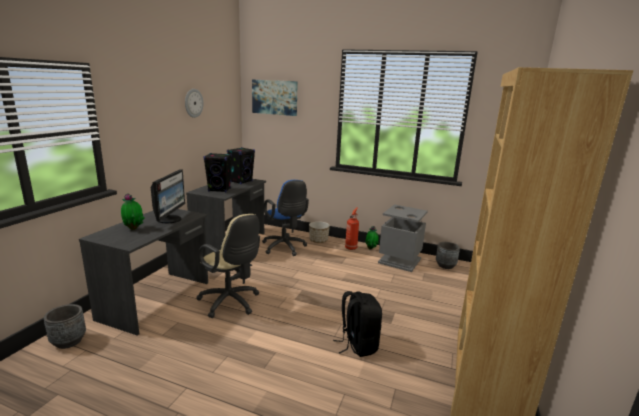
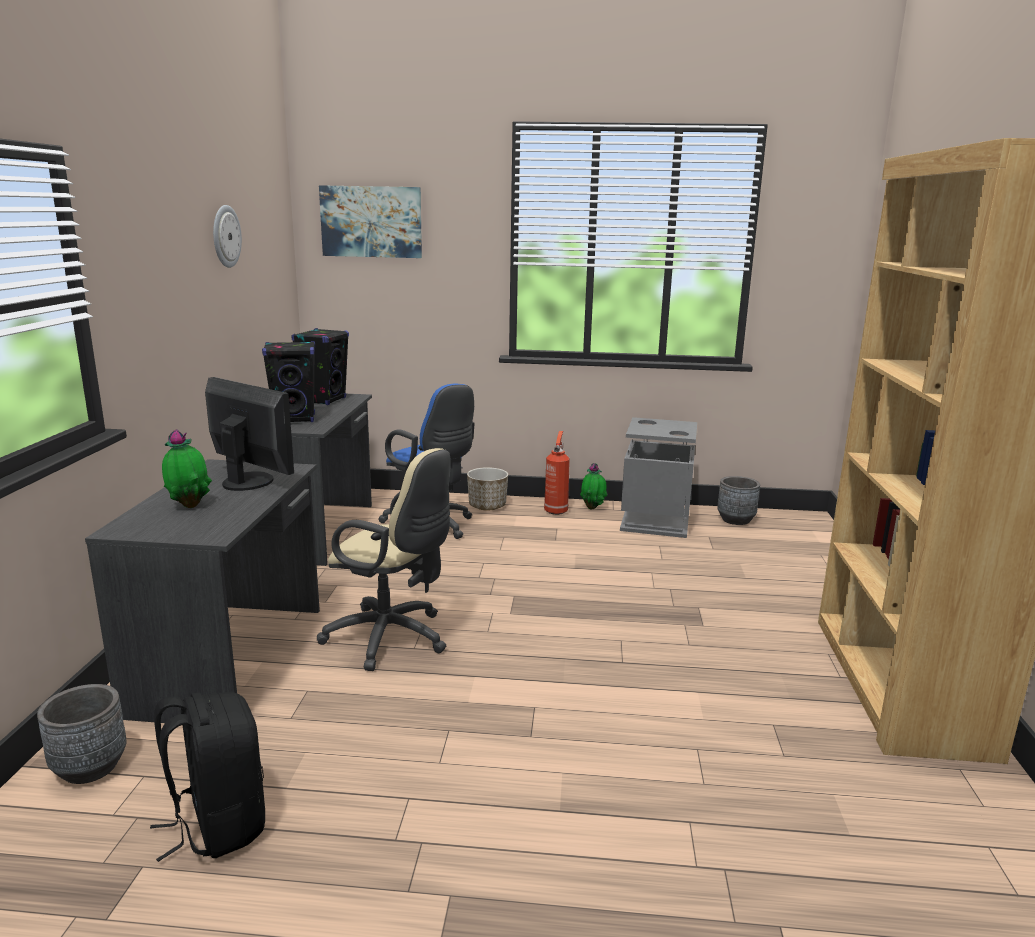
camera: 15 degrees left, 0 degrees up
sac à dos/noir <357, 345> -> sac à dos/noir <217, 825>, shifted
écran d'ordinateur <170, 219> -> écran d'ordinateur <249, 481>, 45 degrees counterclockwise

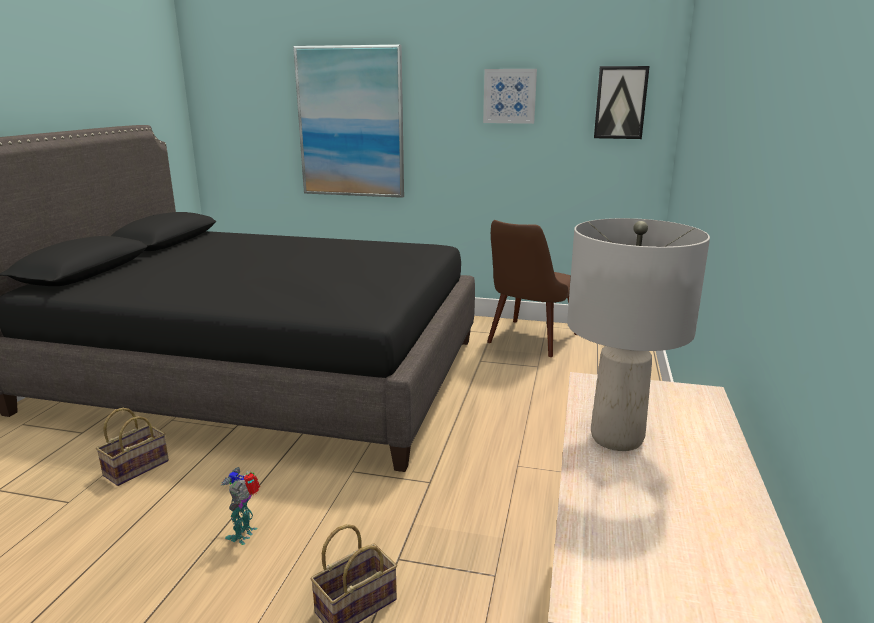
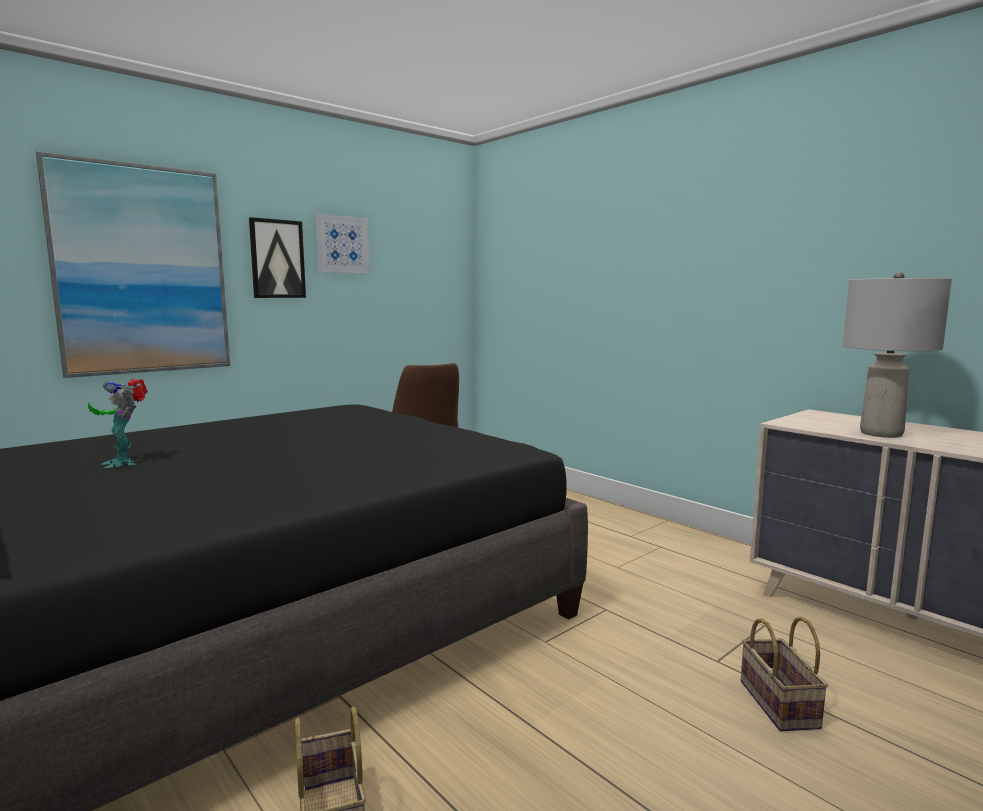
camera: 55 degrees left, 10 degrees down
robot jouet <245, 534> -> robot jouet <123, 462>, shifted
tableau <620, 103> -> tableau <277, 259>, shifted

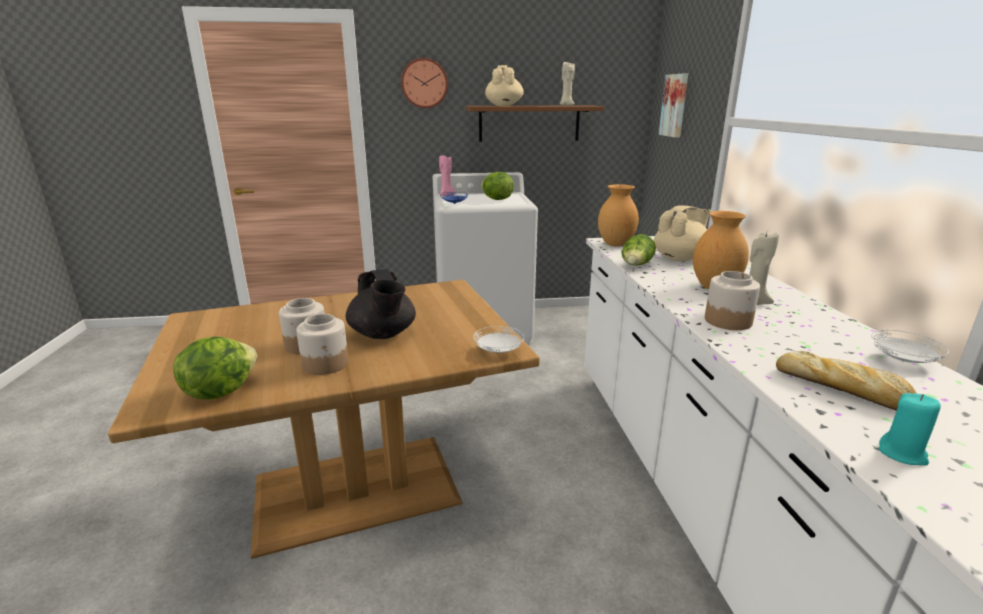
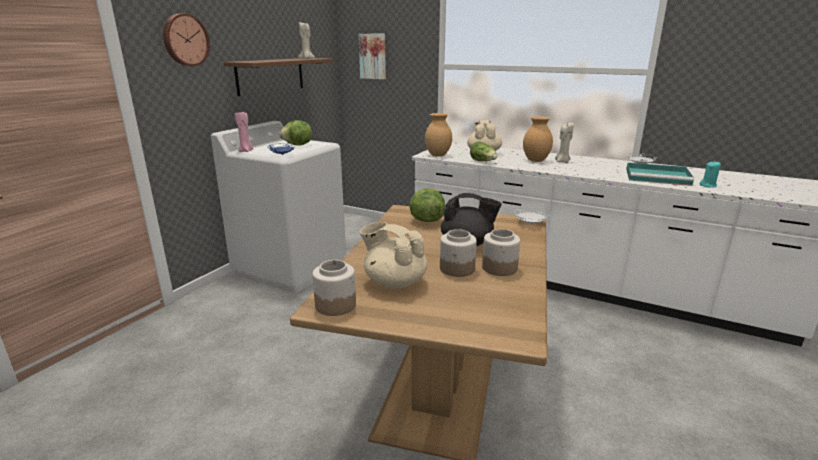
camera: 55 degrees left, 0 degrees up
laitue <219, 391> -> laitue <426, 220>, shifted
théière/beige <504, 105> -> théière/beige <394, 282>, shifted
bocal <728, 321> -> bocal <335, 305>, shifted
pain <843, 389> -> plateau/turquoise <658, 177>

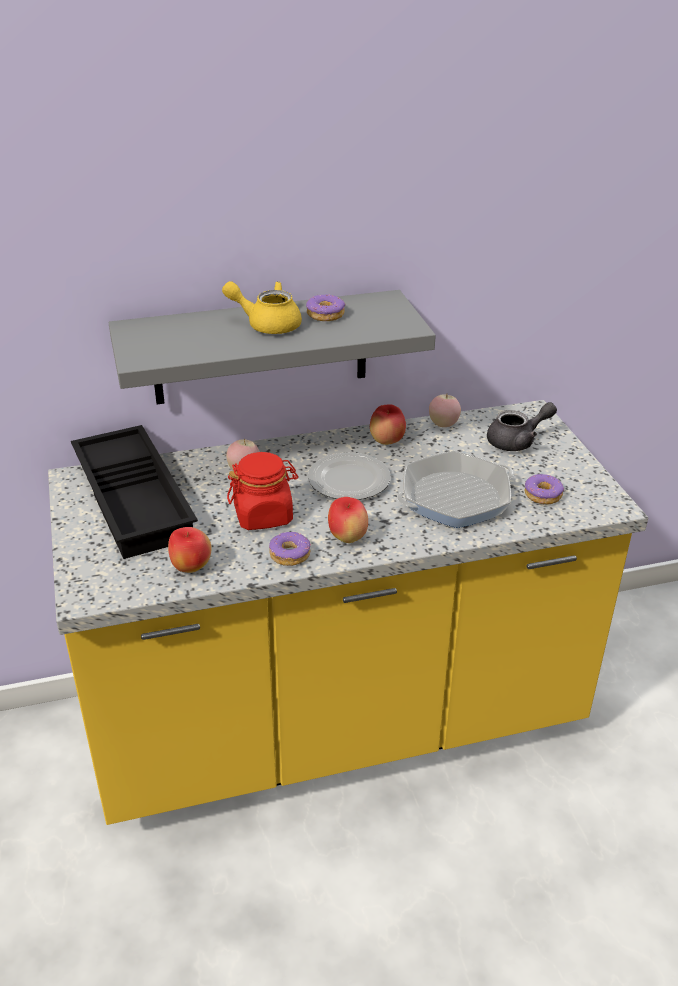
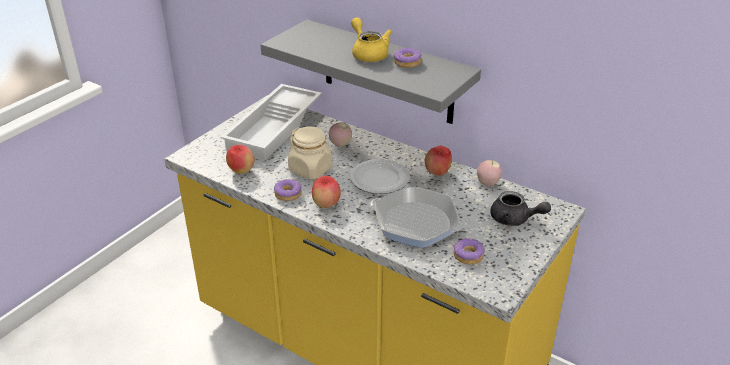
camera: 50 degrees right, 0 degrees up
plateau/noir <137, 499> -> plateau/blanc <275, 128>
bocal/rouge <263, 515> -> bocal/beige <311, 169>

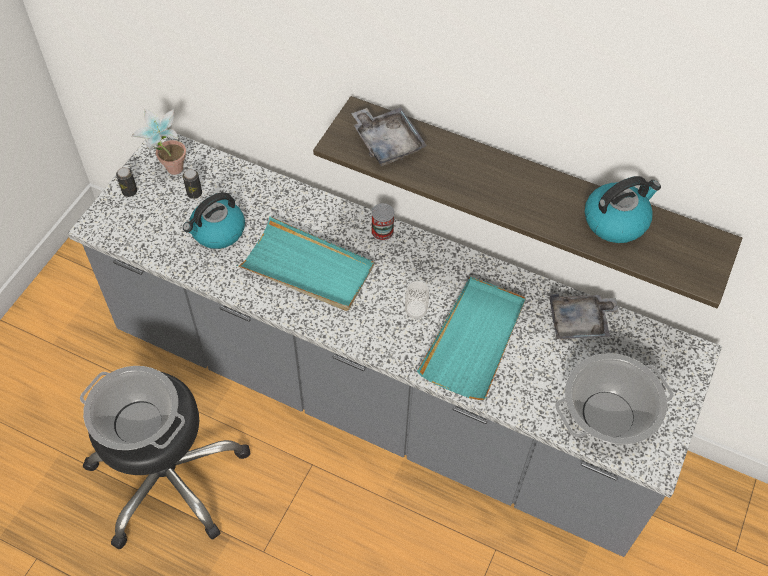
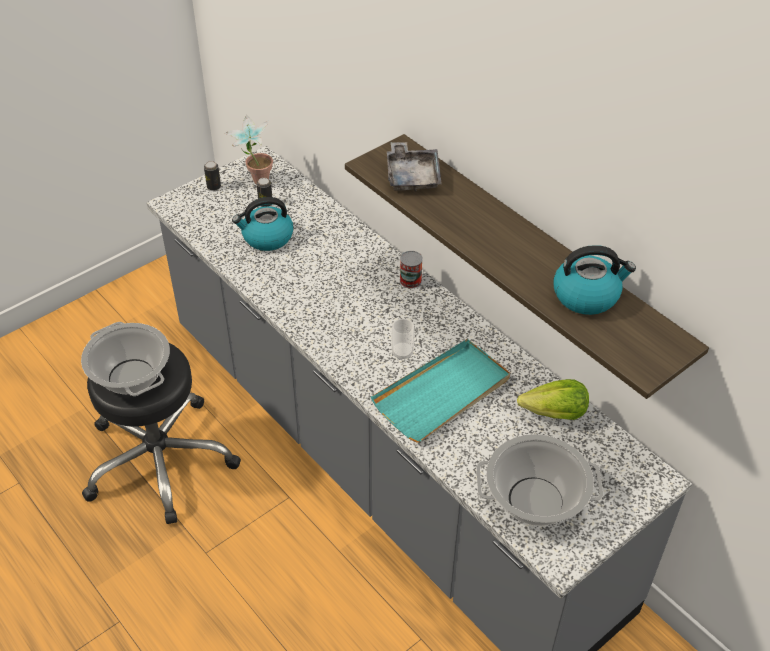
camera: 25 degrees right, 10 degrees down
plateau/turquoise <307, 268> -> none
plateau/gris <580, 322> -> laitue <554, 413>

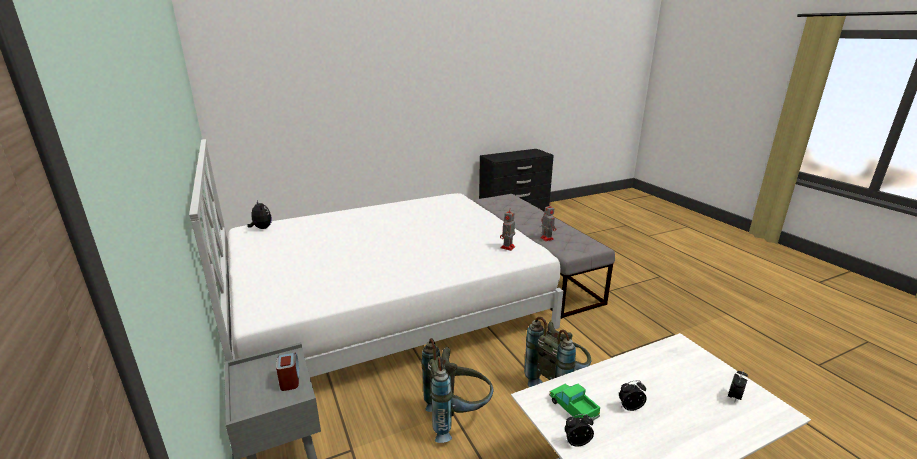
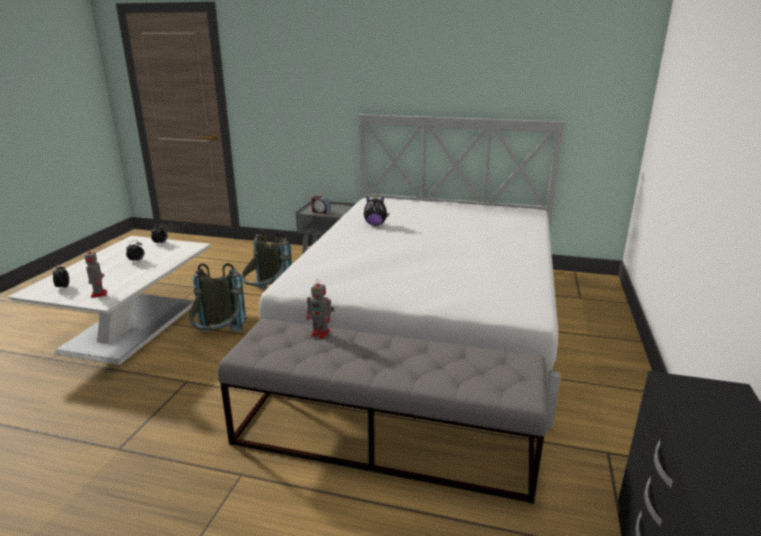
camera: 130 degrees right, 0 degrees up
camion jouet <573, 408> -> none
peluche <261, 228> -> peluche <375, 224>, shifted
robot jouet <507, 247> -> robot jouet <99, 294>, shifted

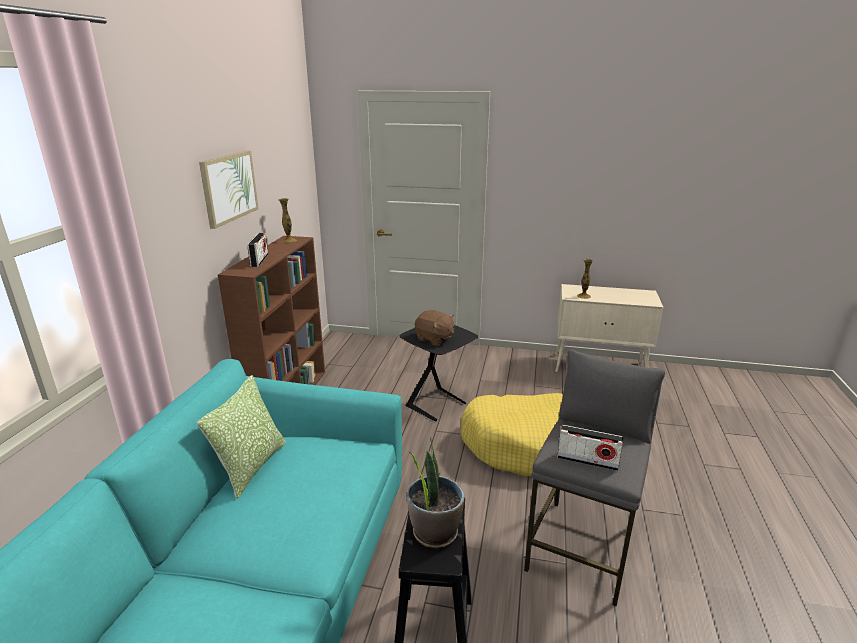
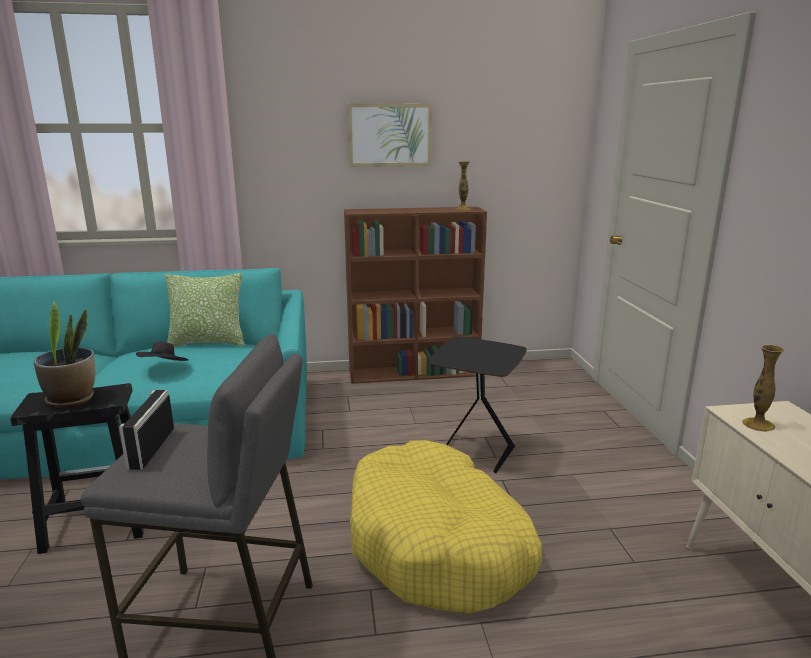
camera: 70 degrees right, 5 degrees down
radio <259, 260> -> none
peluche/marron <434, 339> -> none
none -> chapeau/noir <164, 368>

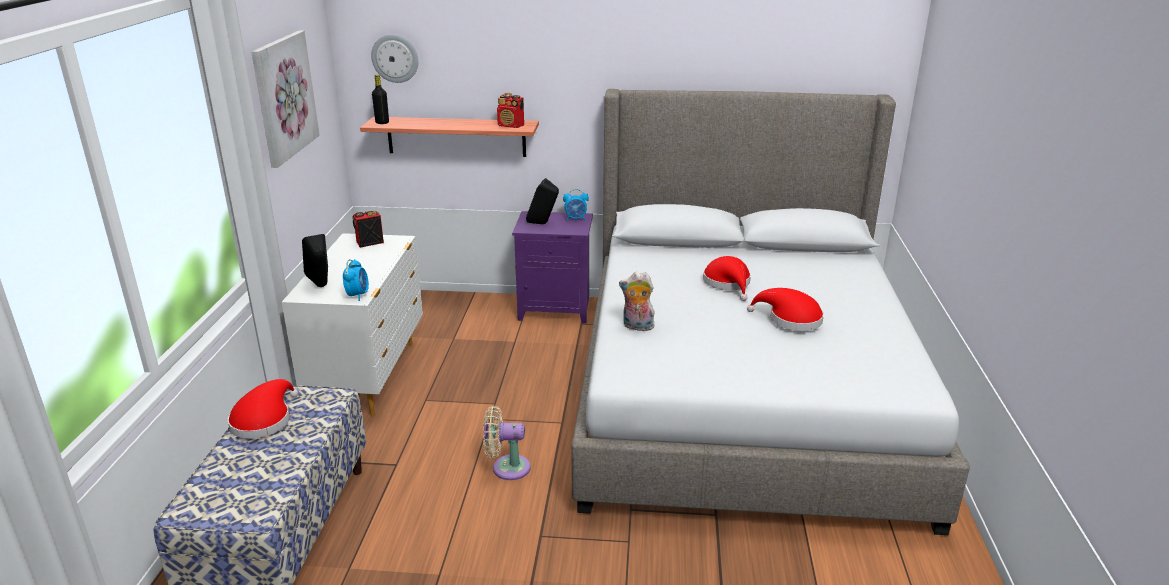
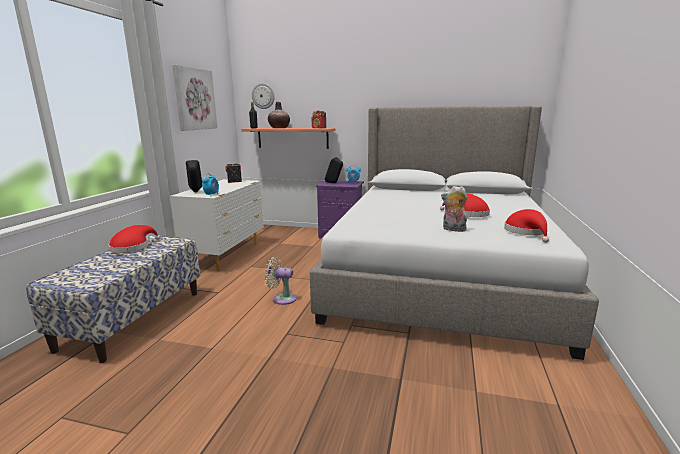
camera: 10 degrees right, 10 degrees down
none -> vase <279, 128>
peluche <637, 327> -> peluche <453, 229>, shifted
chapeau/rouge <728, 283> -> chapeau/rouge <527, 232>, shifted

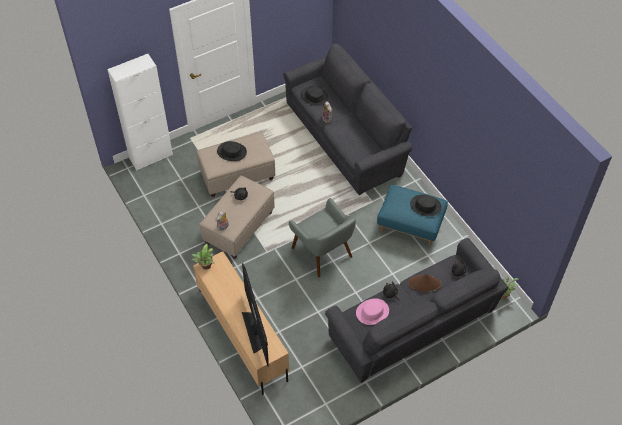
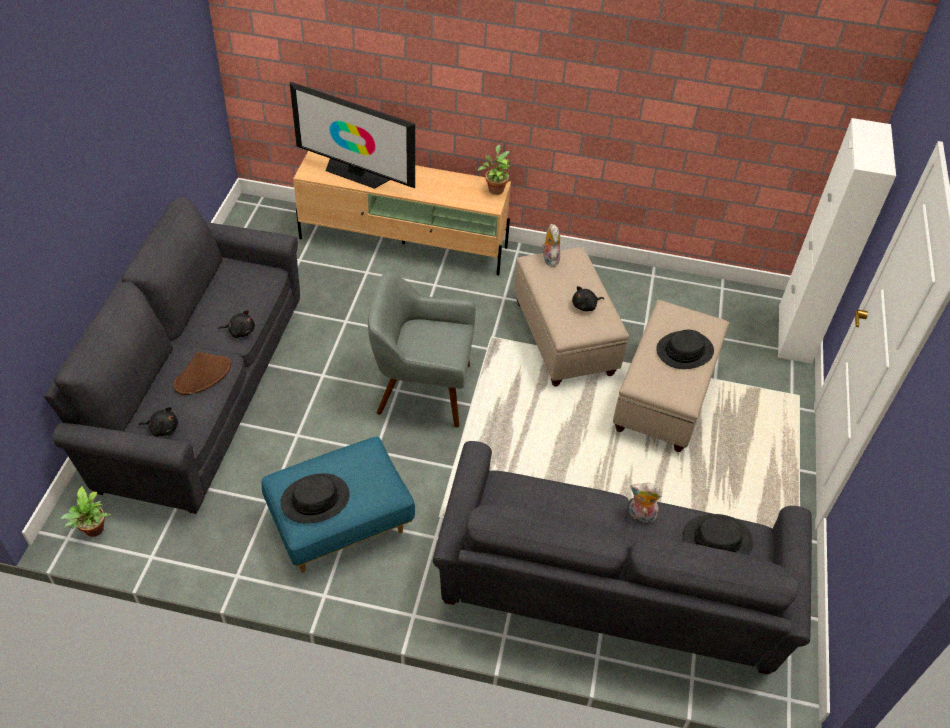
camera: 130 degrees right, 5 degrees down
chapeau/rose <372, 312> -> none

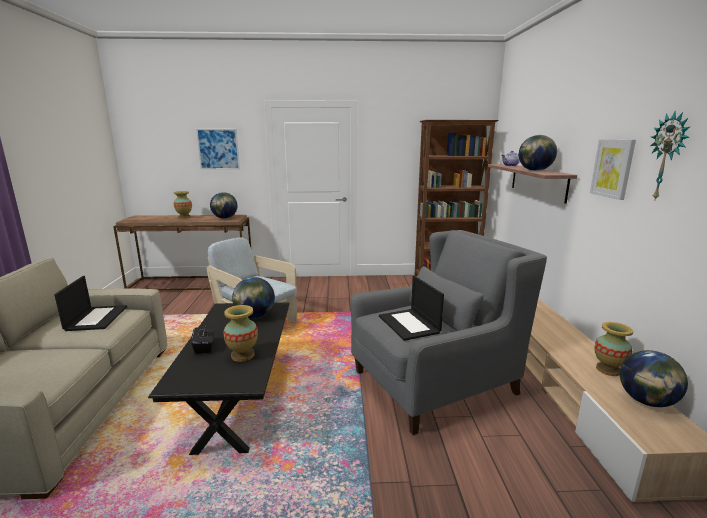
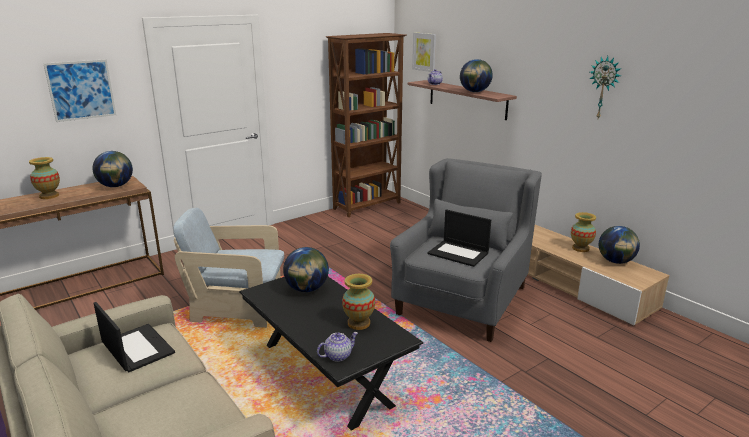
camera: 35 degrees left, 5 degrees up
boîte à mouchoirs/noir <204, 347> -> none
none -> théière <338, 355>
tableau <612, 168> -> tableau <424, 52>, shifted

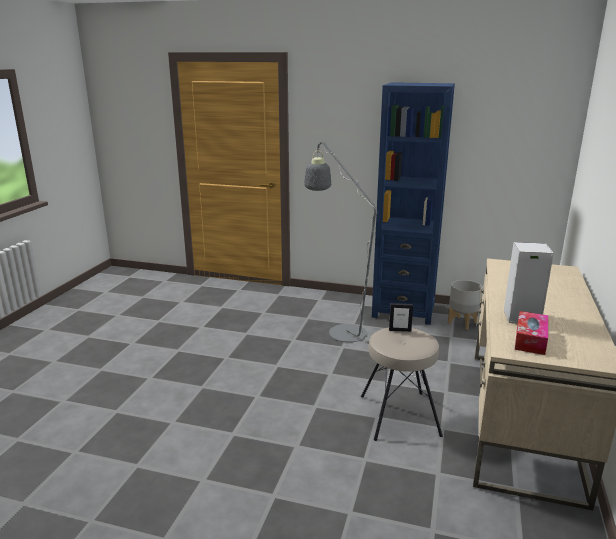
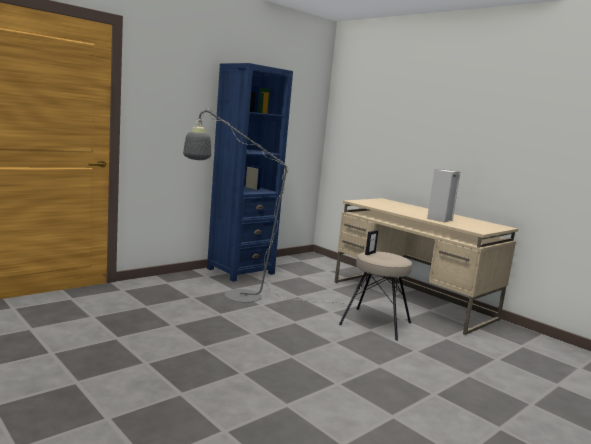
camera: 60 degrees left, 10 degrees down
cache-pot/gris <462, 323> -> none
boîte à mouchoirs <530, 340> -> none

